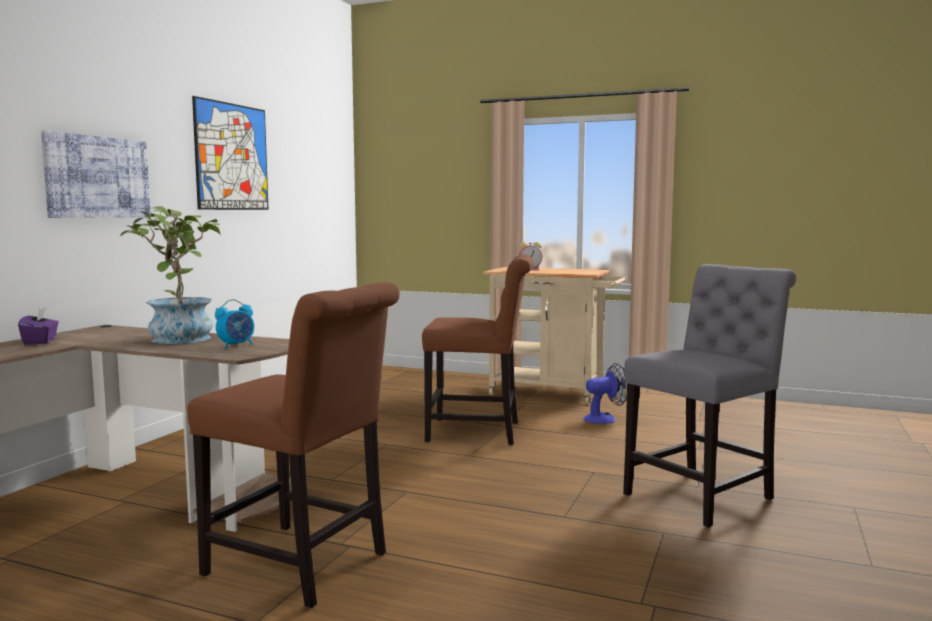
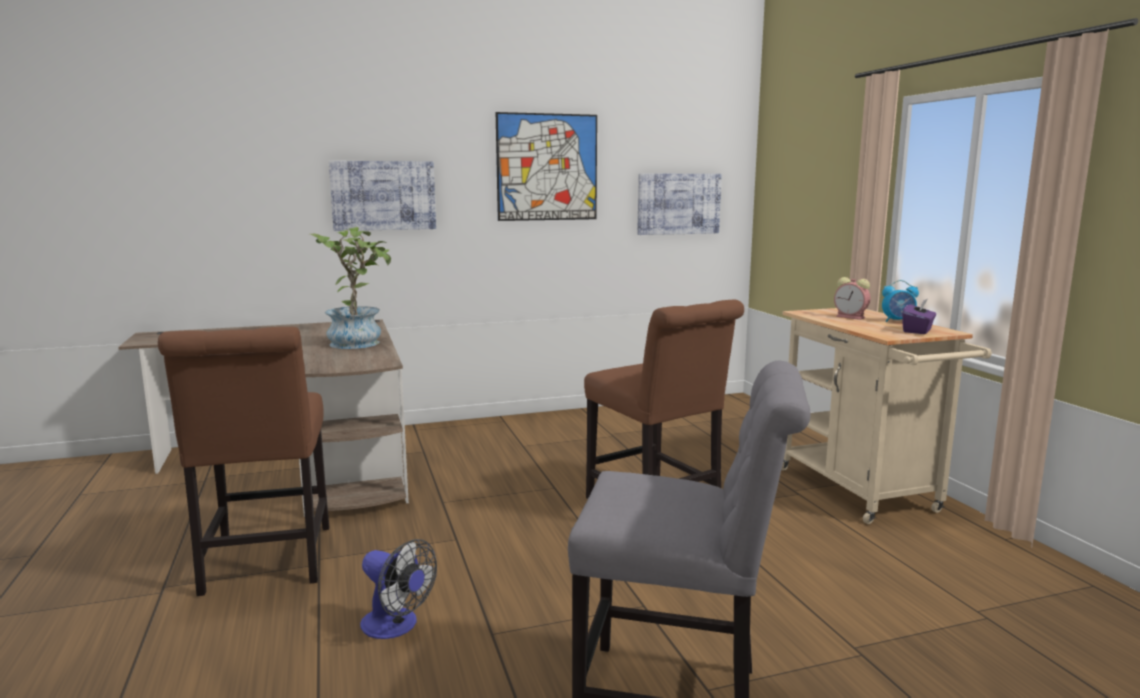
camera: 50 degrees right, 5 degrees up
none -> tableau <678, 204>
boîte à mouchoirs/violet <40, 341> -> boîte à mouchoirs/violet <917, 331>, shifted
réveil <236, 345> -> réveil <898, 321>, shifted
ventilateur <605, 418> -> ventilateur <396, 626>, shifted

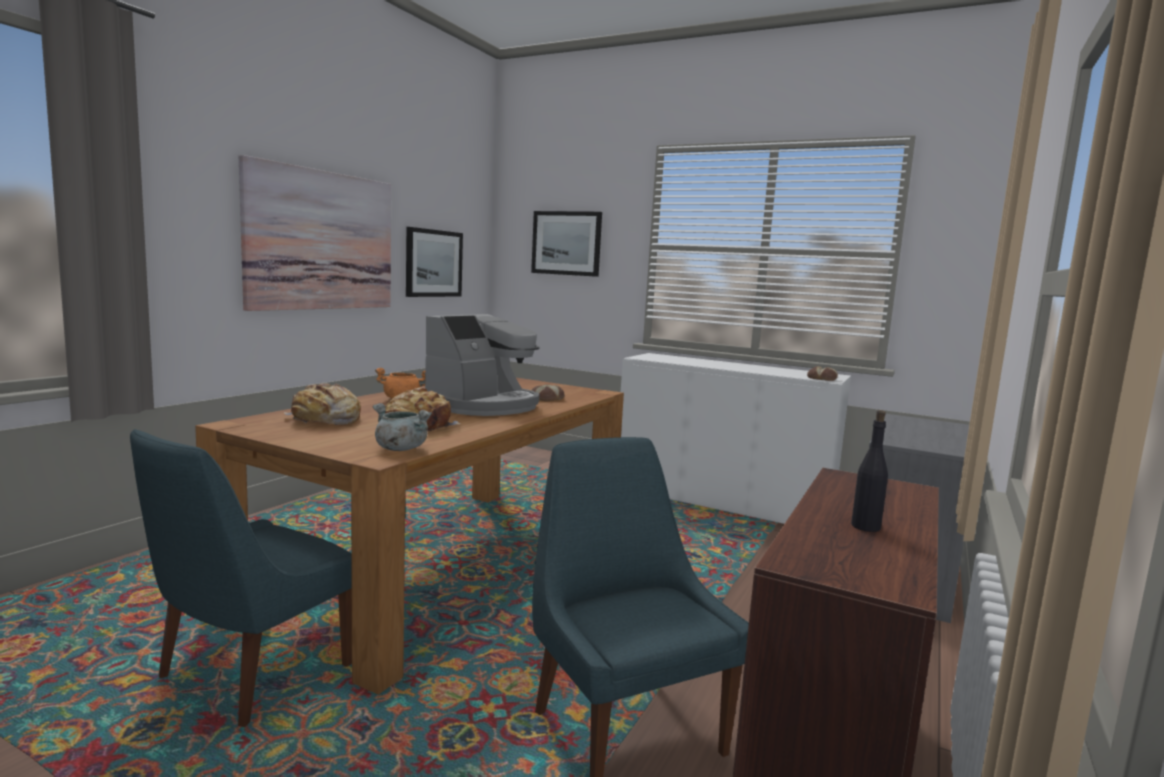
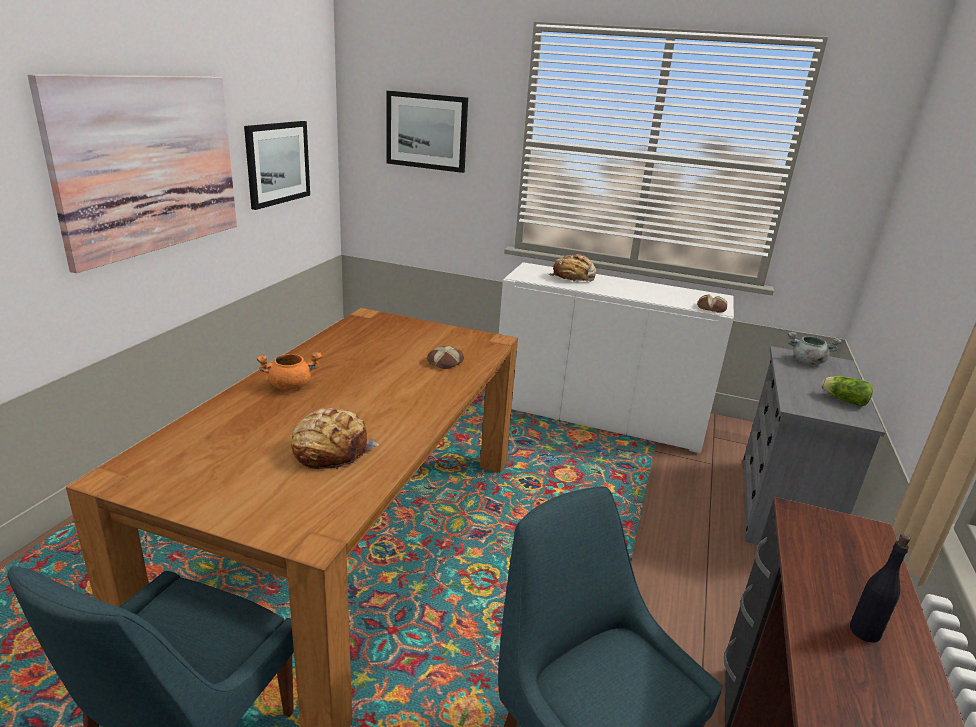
camera: 10 degrees left, 15 degrees up
machine à café <484, 405> -> none
none -> laitue <842, 399>
pain <325, 420> -> pain <573, 278>, shifted
marmite/gris <399, 449> -> marmite/gris <807, 361>, shifted

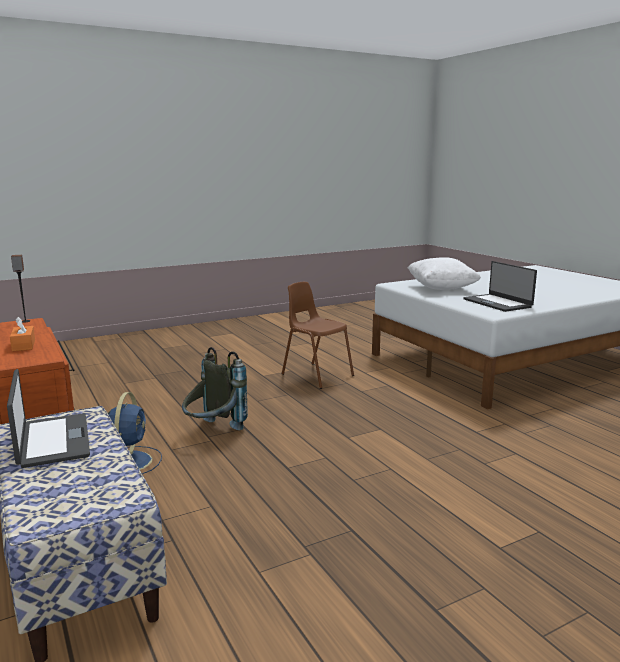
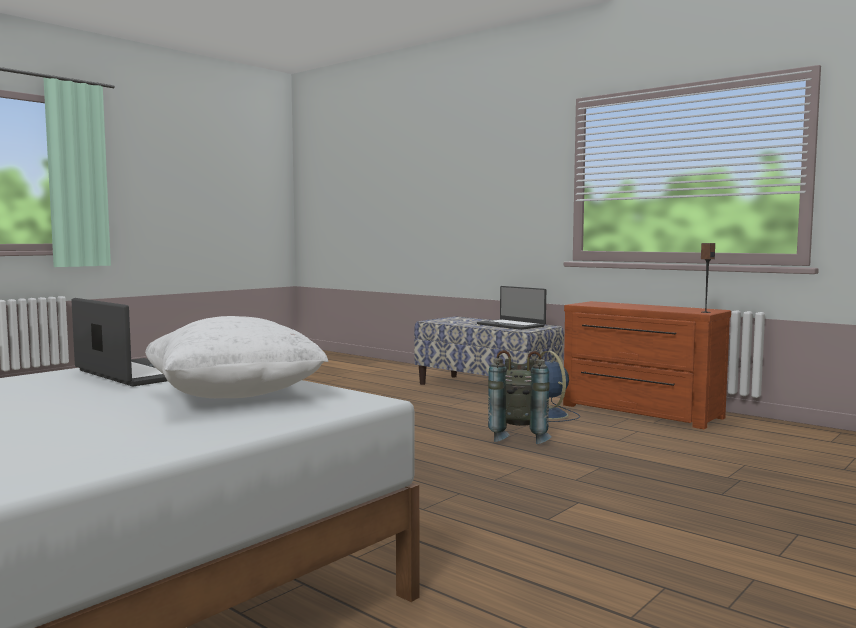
camera: 160 degrees right, 10 degrees down
boîte à mouchoirs/orange <23, 345> -> none
chaise/marron <316, 375> -> none

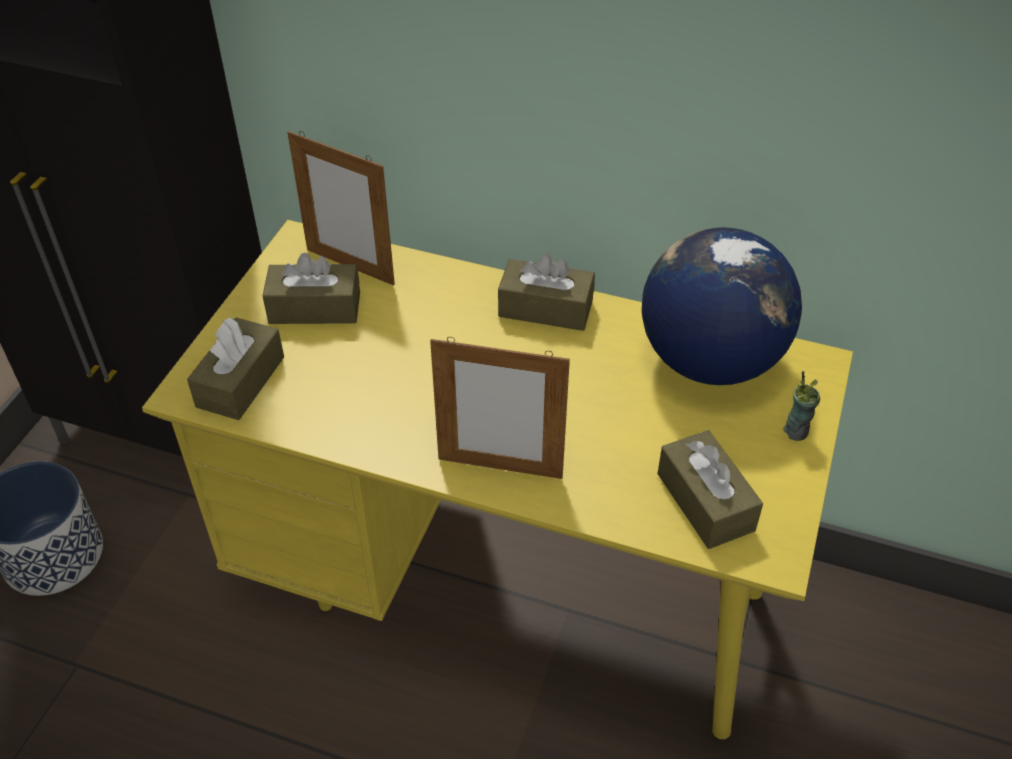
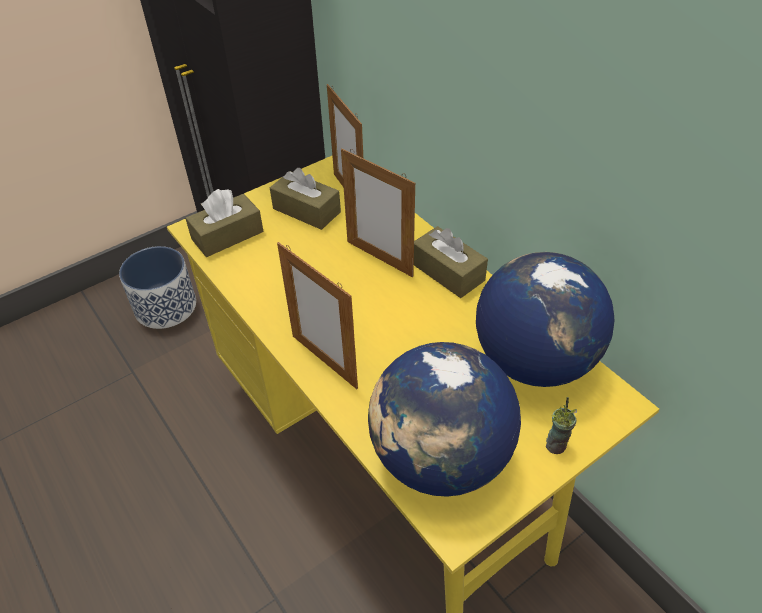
camera: 35 degrees right, 0 degrees up
none -> cadre photo <379, 258>
boîte à mouchoirs/marron <705, 502> -> globe <439, 458>

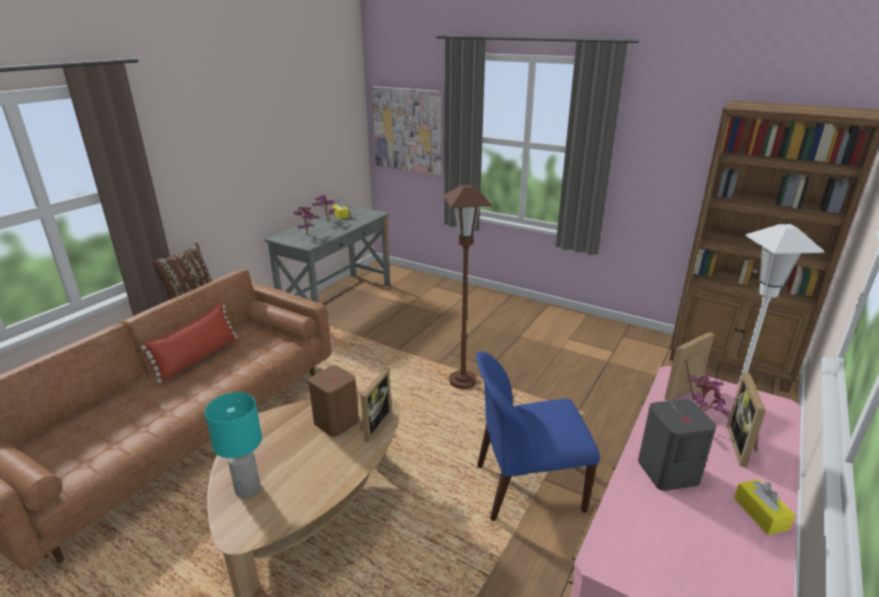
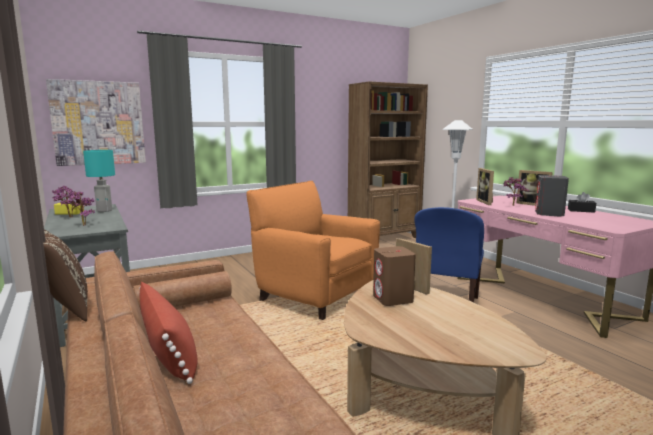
camera: 60 degrees left, 15 degrees down
lampe de table/turquoise <248, 489> -> lampe de table/turquoise <105, 211>, shifted
lampadaire/marron <463, 381> -> fauteuil/orange <315, 295>
boîte à mouchoirs/jaune <760, 513> -> boîte à mouchoirs/noir <581, 210>

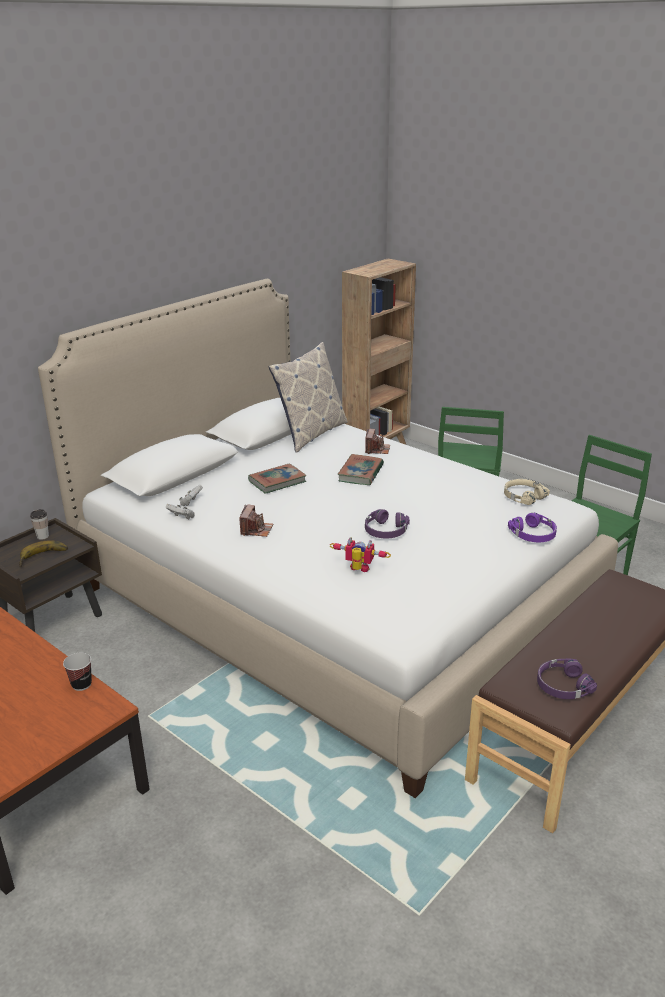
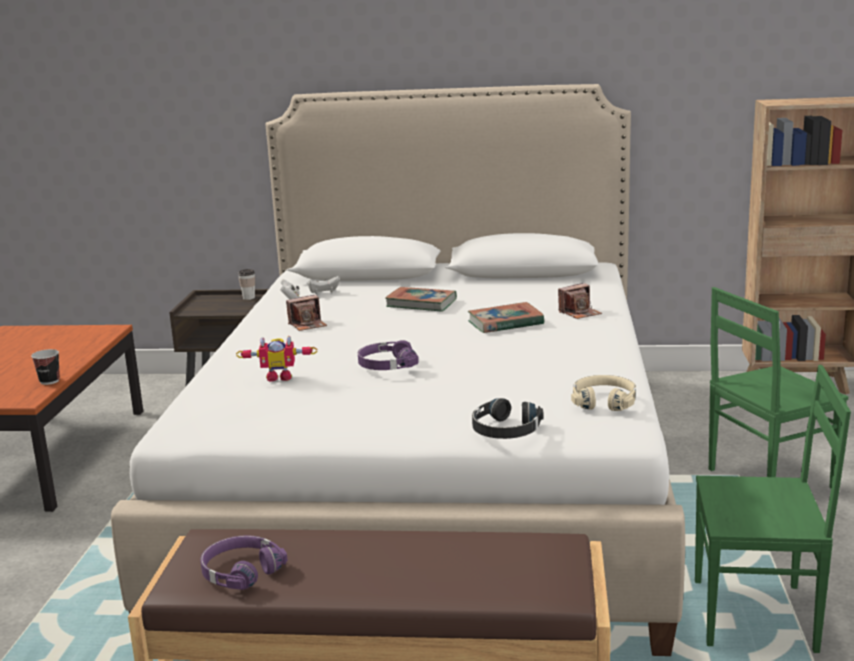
camera: 55 degrees right, 10 degrees down
banane <44, 557> -> none
coussin <311, 434> -> none
casque audio/violet <533, 534> -> casque audio/noir <505, 430>
robot jouet <358, 570> -> robot jouet <279, 377>, 105 degrees clockwise

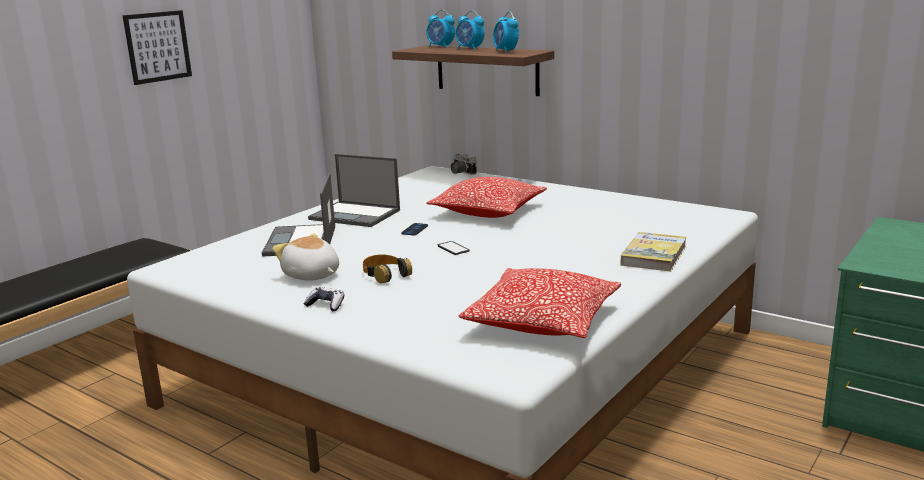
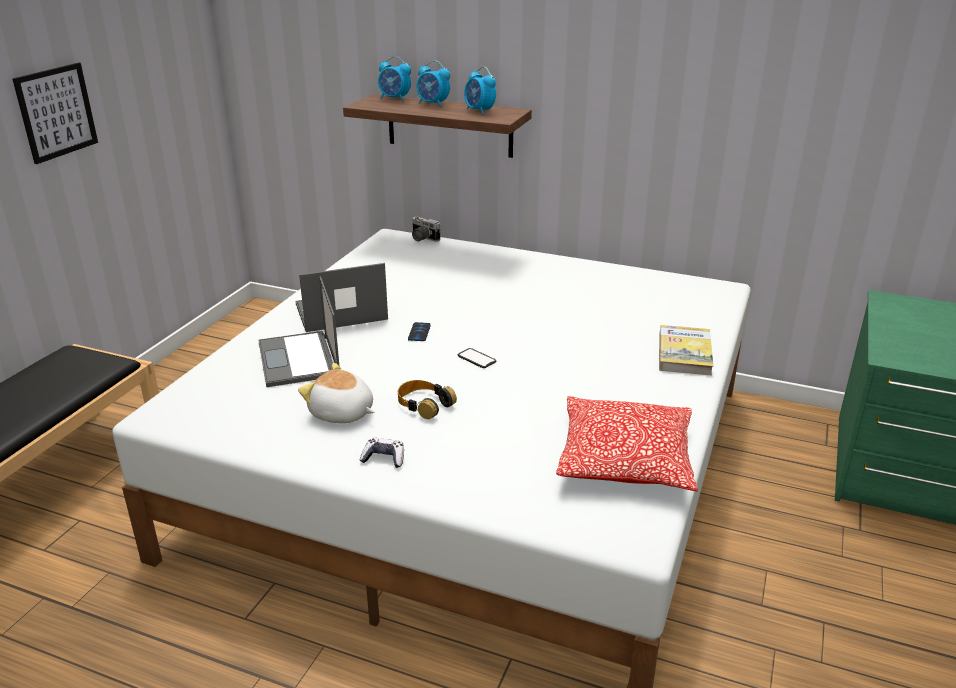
camera: 15 degrees left, 10 degrees up
coussin <488, 211> -> none
ordinateur portable <356, 215> -> ordinateur portable <340, 312>, 150 degrees clockwise

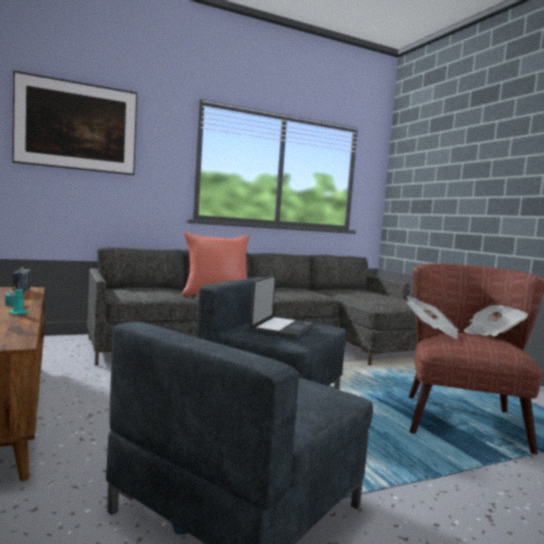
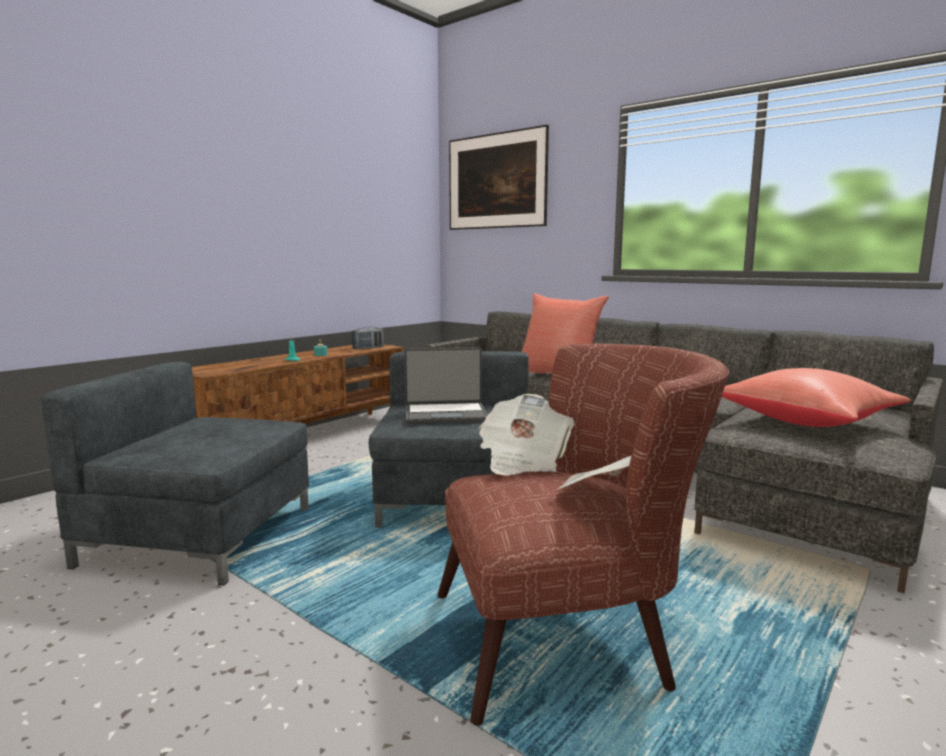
camera: 65 degrees right, 5 degrees up
none -> coussin/rouge <808, 422>

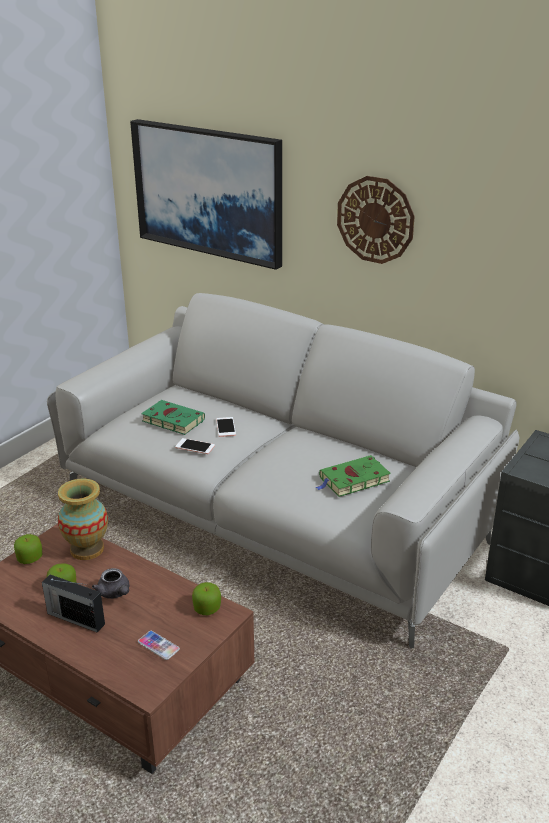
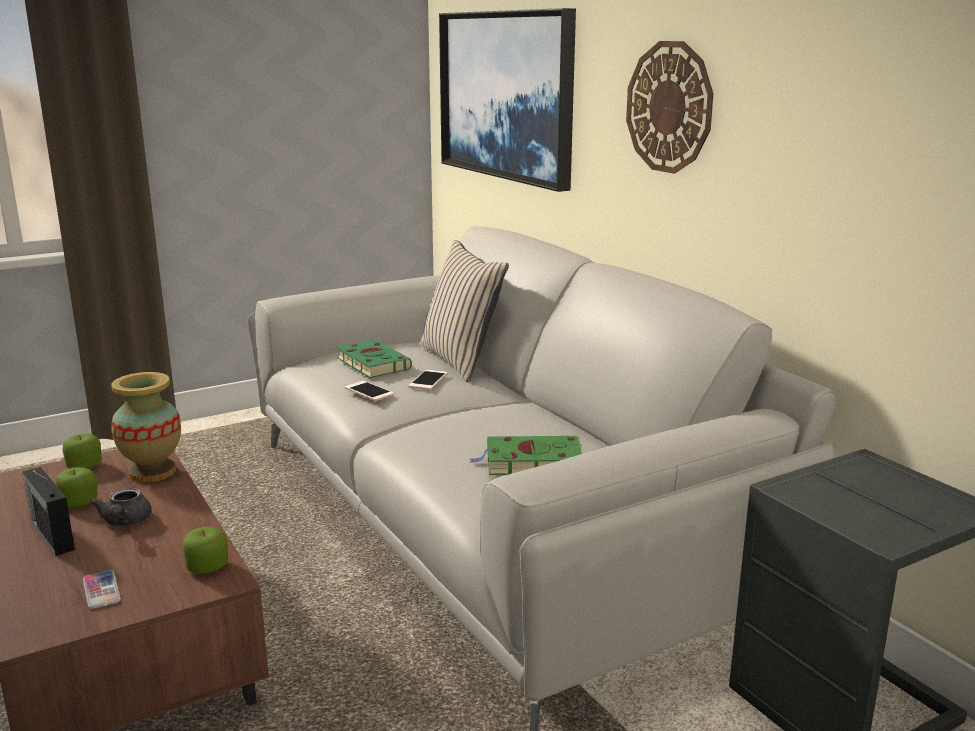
camera: 25 degrees right, 10 degrees down
none -> coussin/beige <461, 360>

